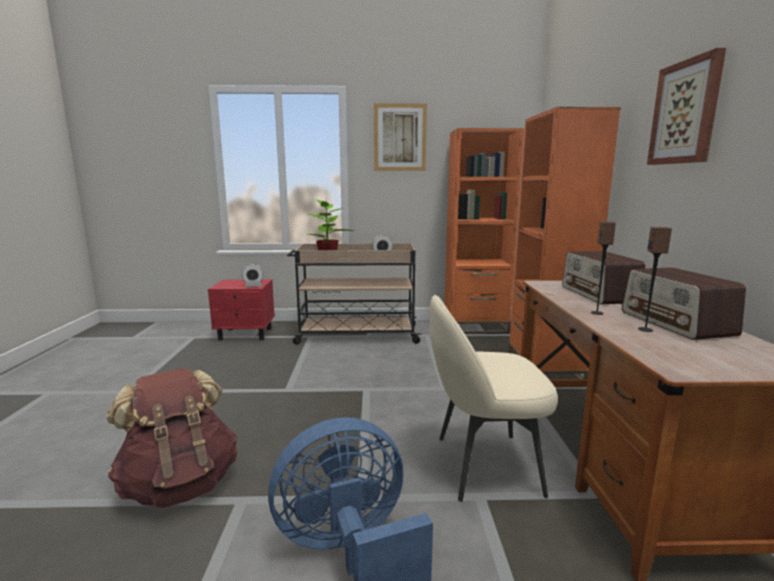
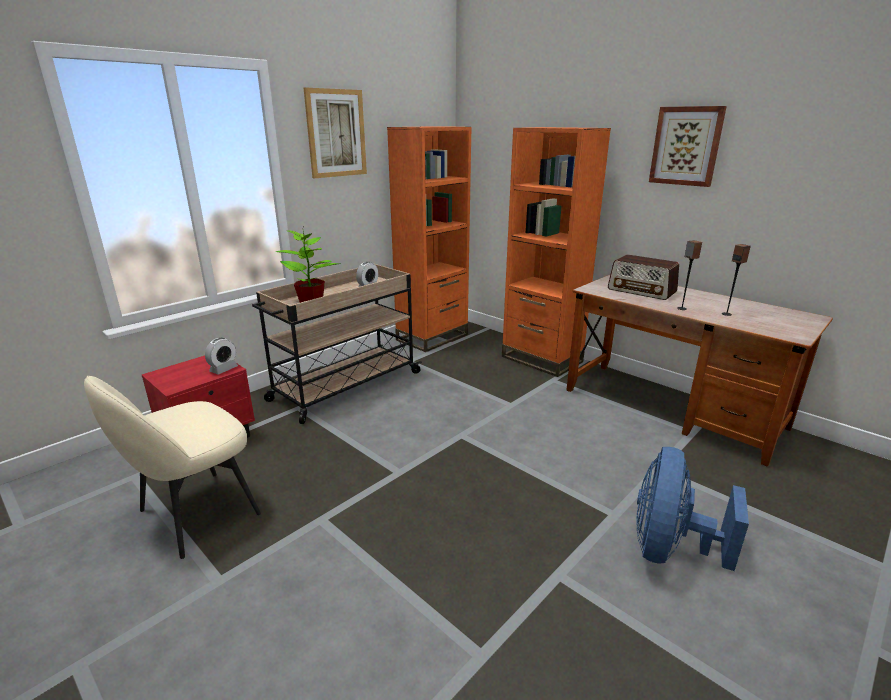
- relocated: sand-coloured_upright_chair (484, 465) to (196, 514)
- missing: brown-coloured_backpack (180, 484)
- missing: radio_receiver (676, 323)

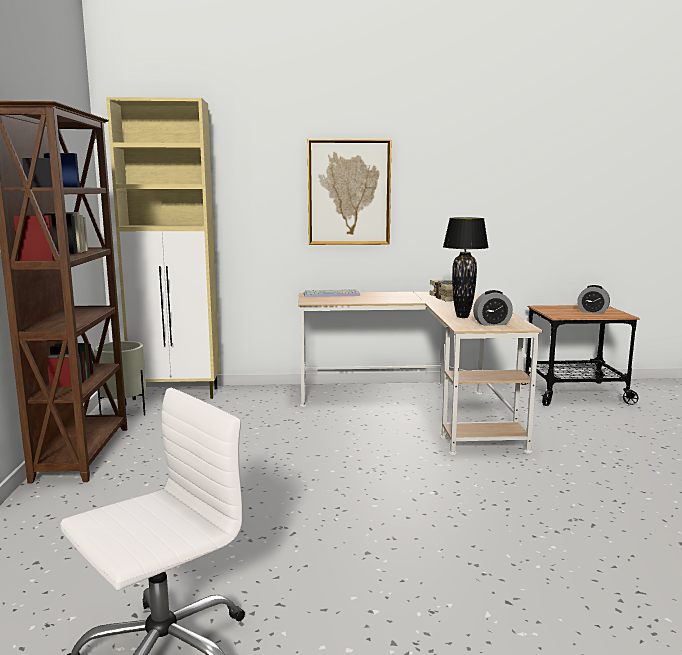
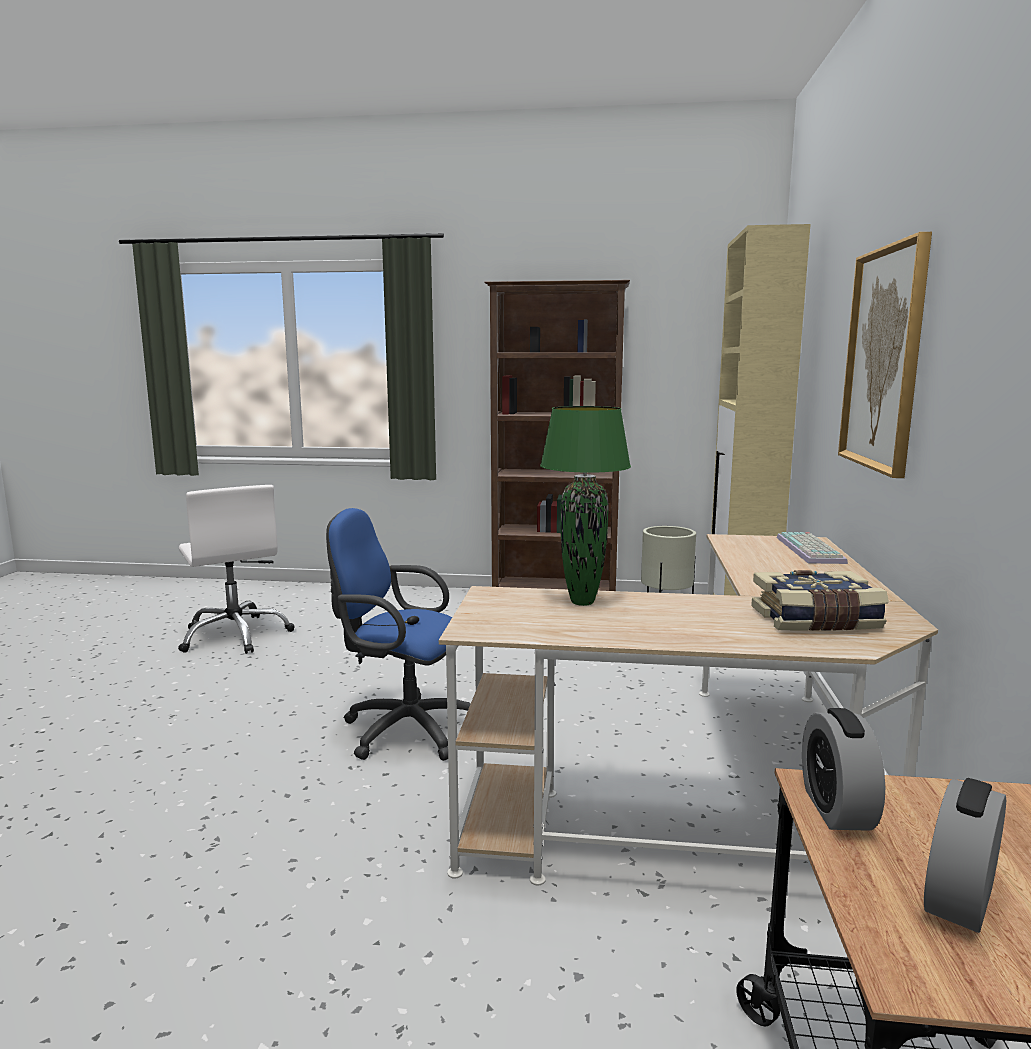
- appeared: bluish_office_chair (402, 729)
- colour: black_tabletop_lamp (462, 317) to green-coloured_tabletop_lamp (583, 602)
- relocated: table_clock (492, 324) to (836, 809)

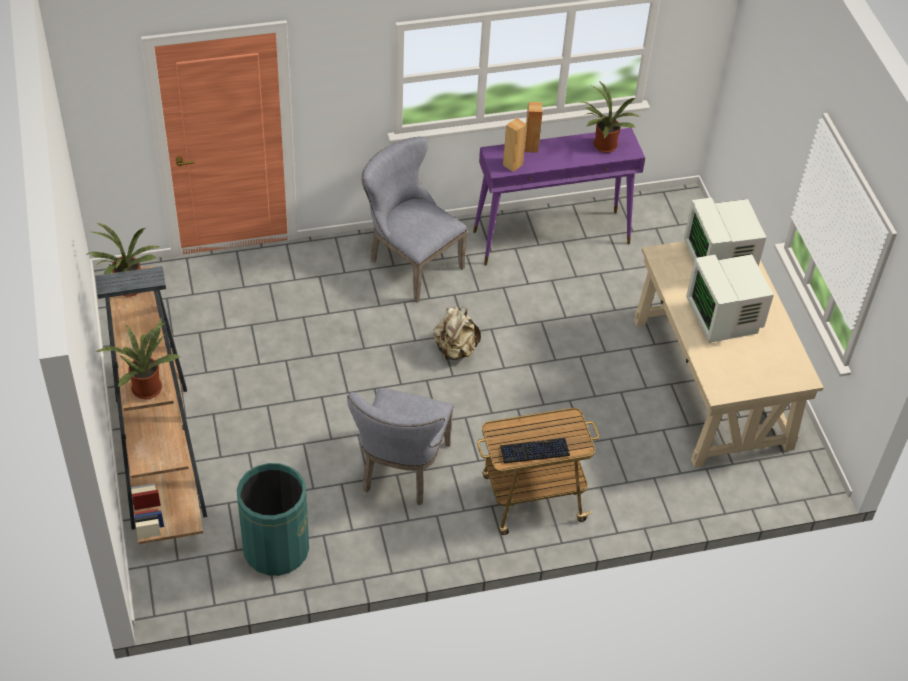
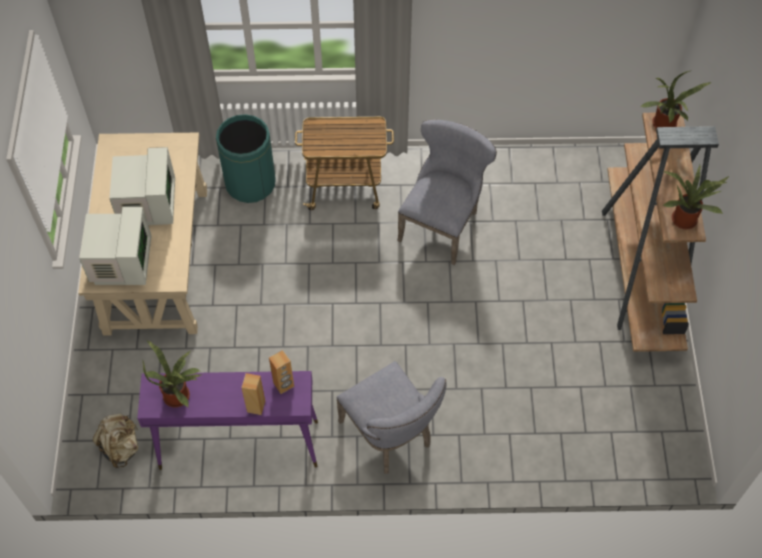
- relocated: sand-coloured_backpack (455, 350) to (121, 447)
- relocated: green-coloured_rubbish_bin (276, 549) to (250, 183)
- missing: keyboard (534, 451)

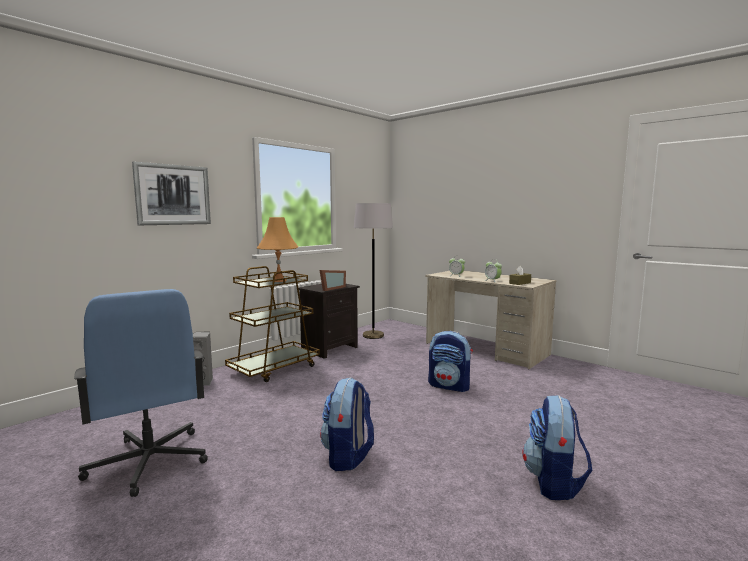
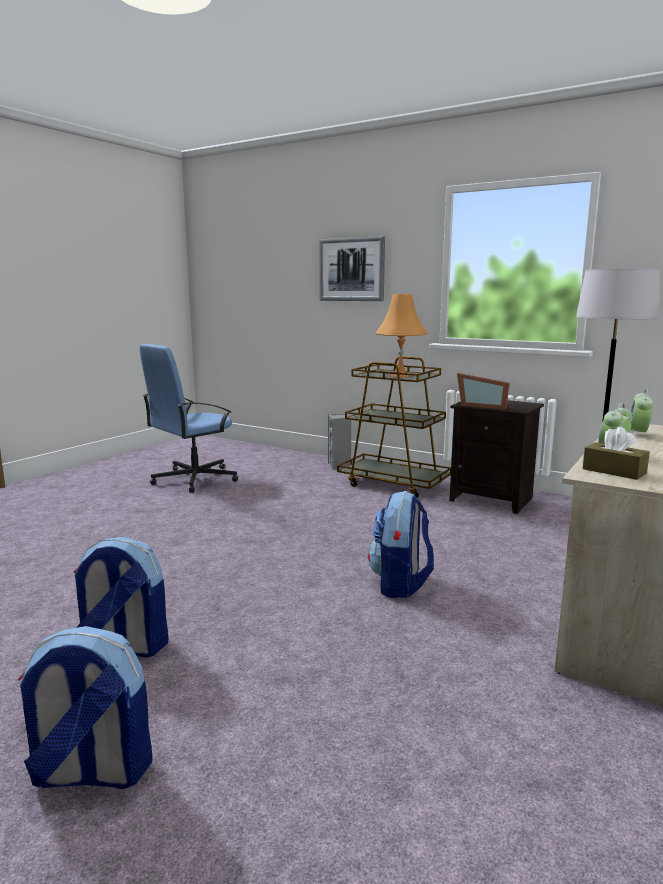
- relocated: backpack (348, 456) to (91, 772)

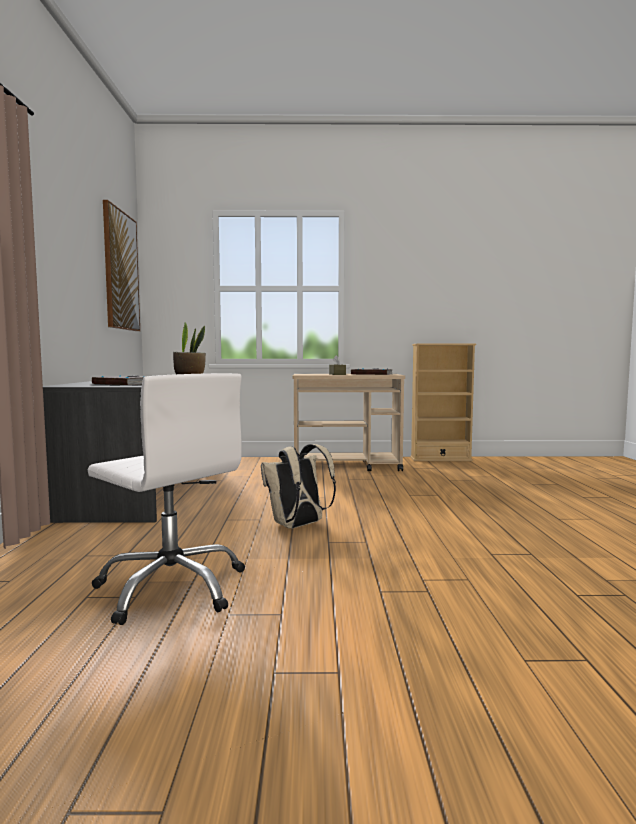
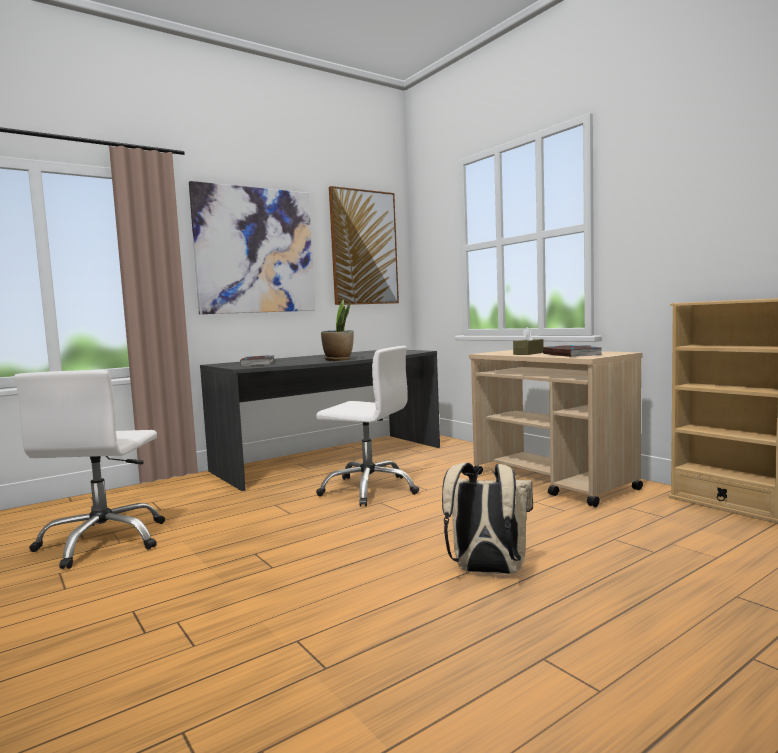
- appeared: wall_art (255, 251)
- appeared: white-coloured_office_chair (369, 489)
- relocated: sand-coloured_backpack (298, 526) to (487, 571)

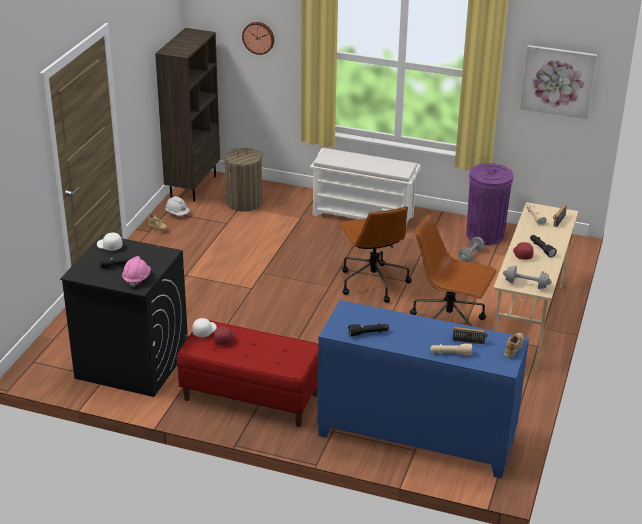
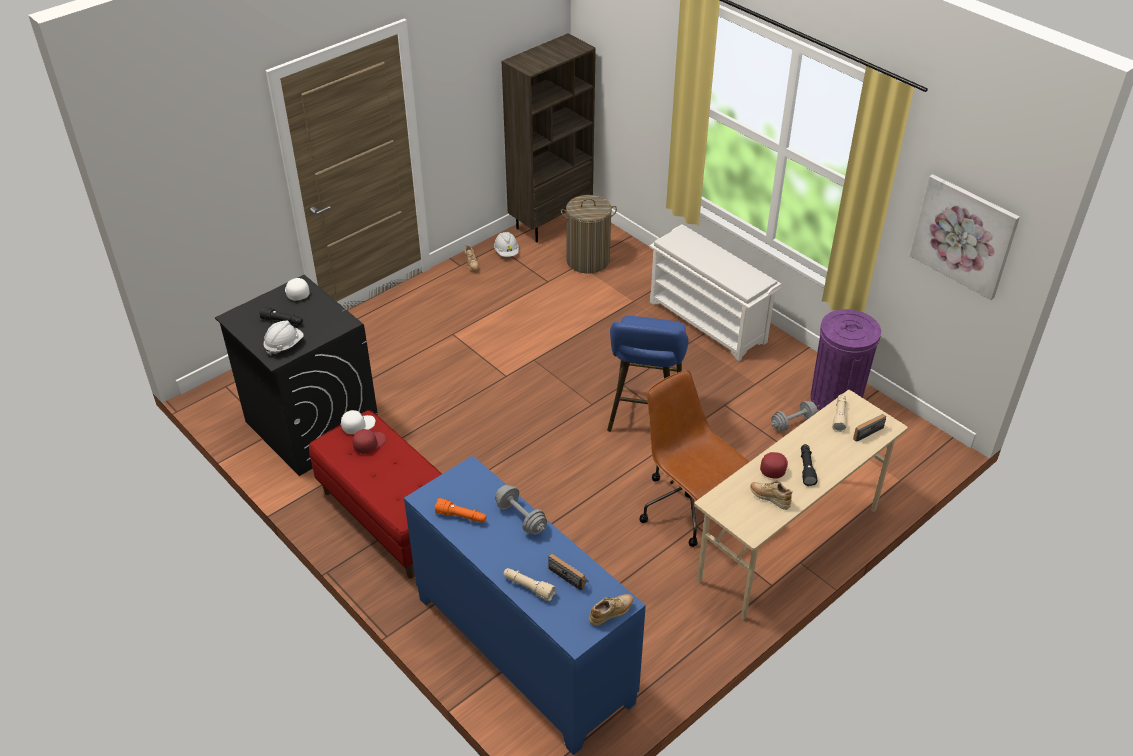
- colour: pink_hard_hat (136, 279) to white-coloured_hard_hat (284, 345)
- colour: black_flashlight (368, 333) to orange-coloured_flashlight (461, 516)
- relocated: gray_dumbbell (526, 284) to (521, 518)
- exchanged: brown-coloured_office_chair (372, 282) to bluish_stool_seat (644, 417)
- appeared: sand-coloured_shoe (769, 498)
- missing: wall_clock (258, 37)

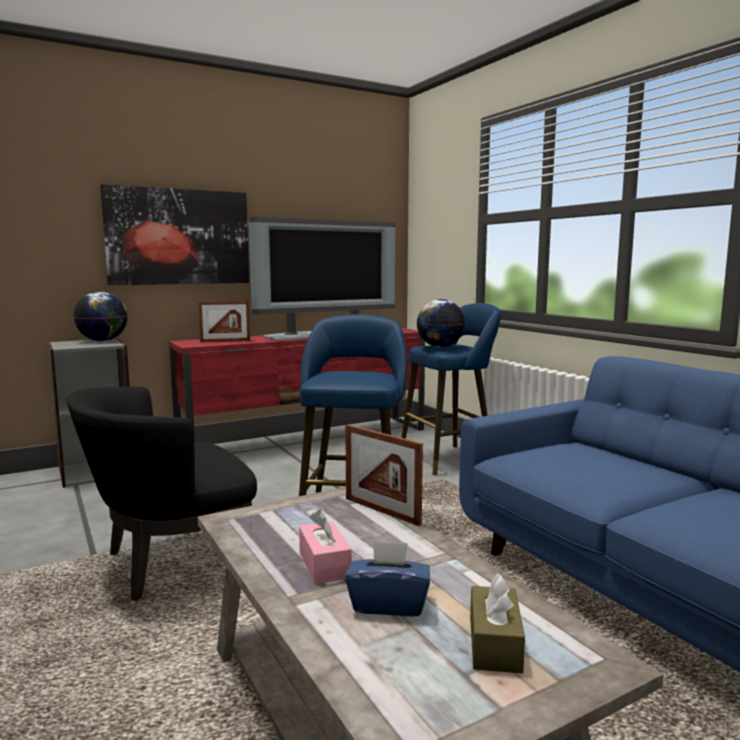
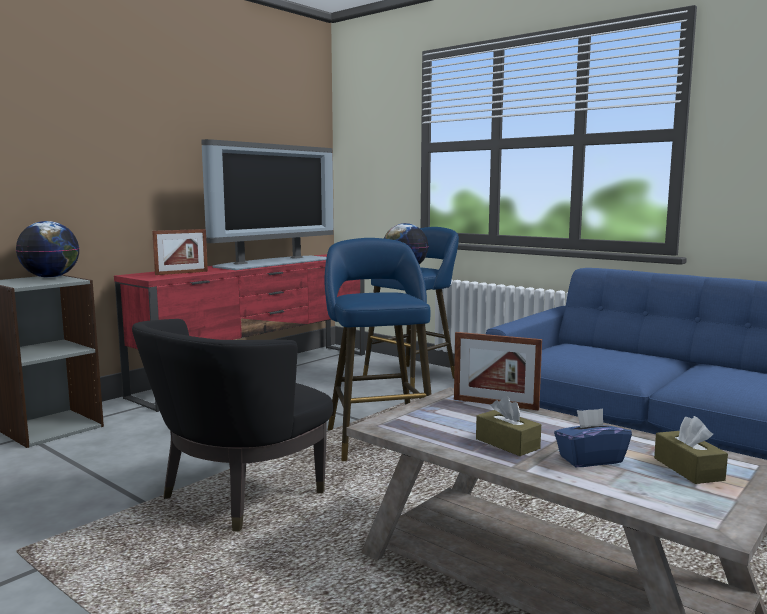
- colour: pink_tissue_holder (324, 564) to brown-coloured_tissue_holder (507, 443)
- missing: wall_art (178, 237)

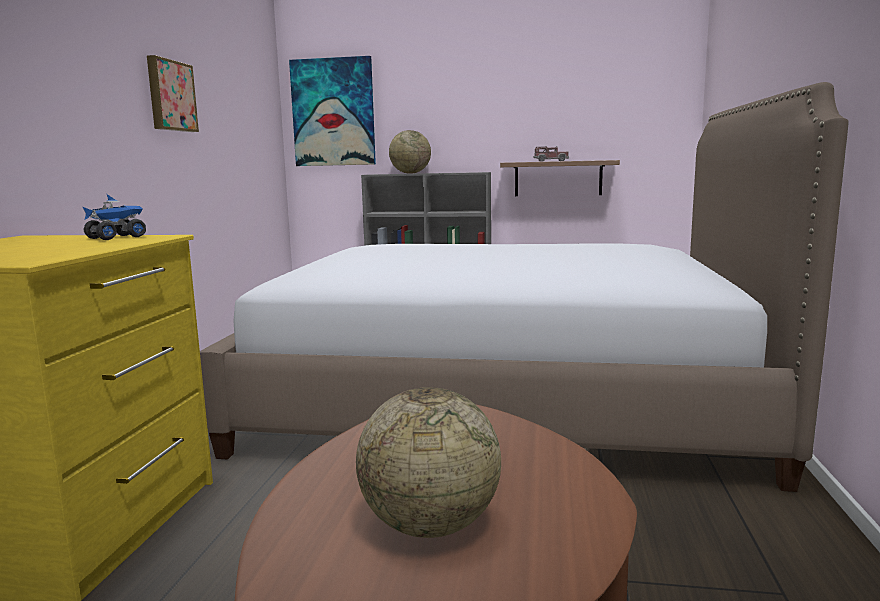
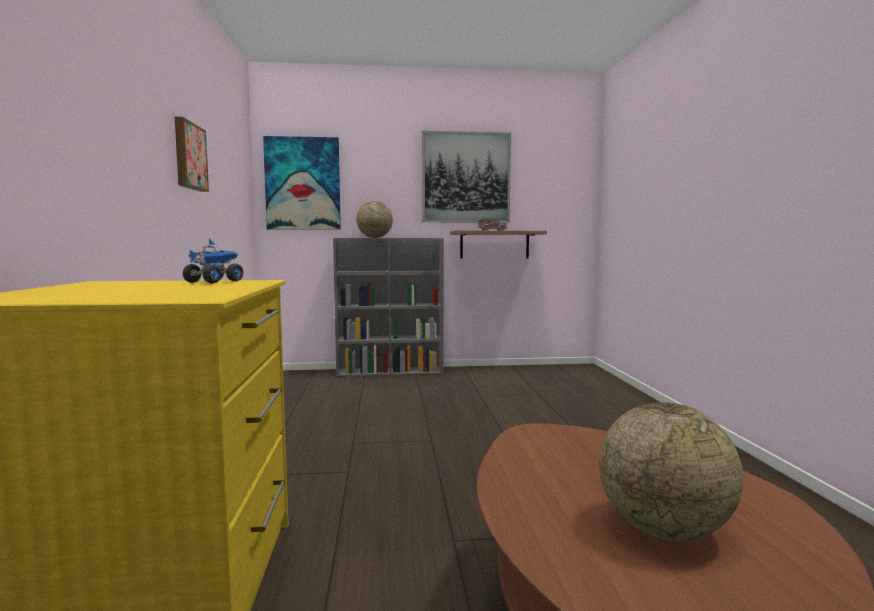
- appeared: wall_art (466, 177)
- missing: bedroom_bed (502, 401)

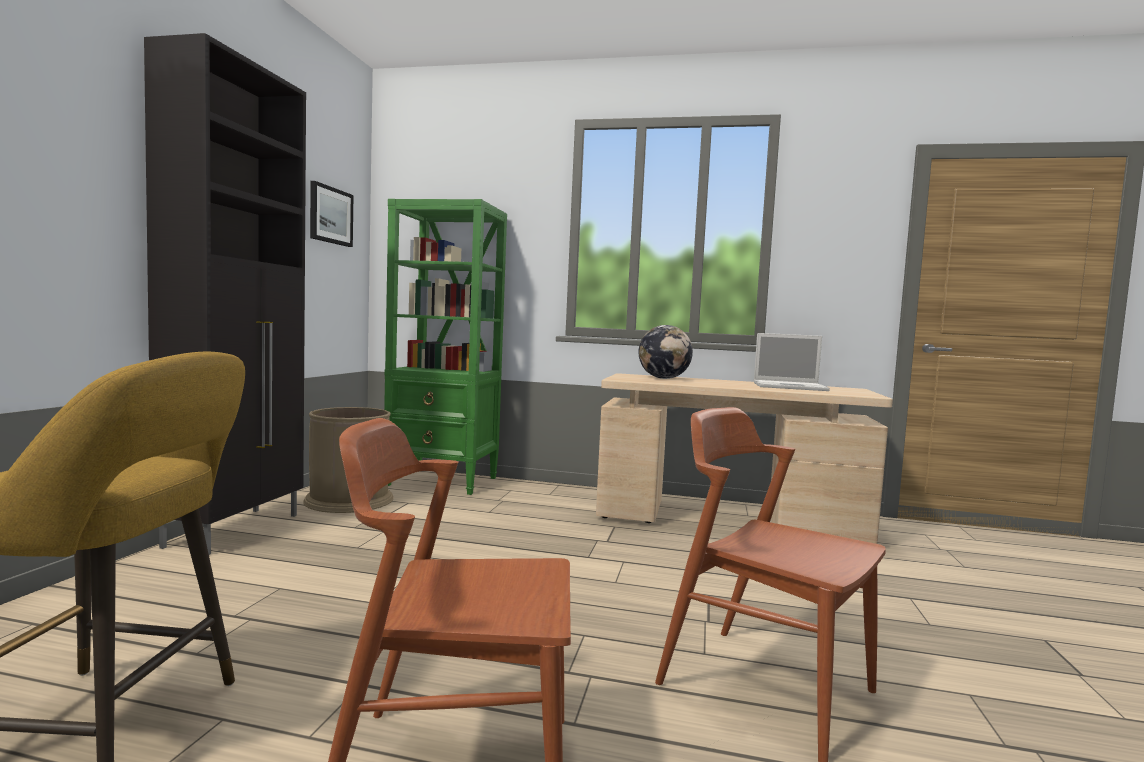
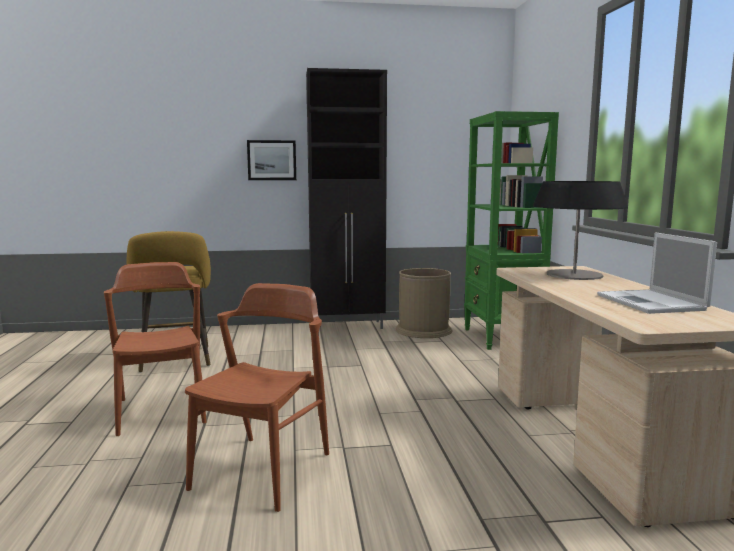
- relocated: wall_art (330, 215) to (272, 160)
- exchanged: world_globe (663, 378) to tabletop_lamp (574, 275)

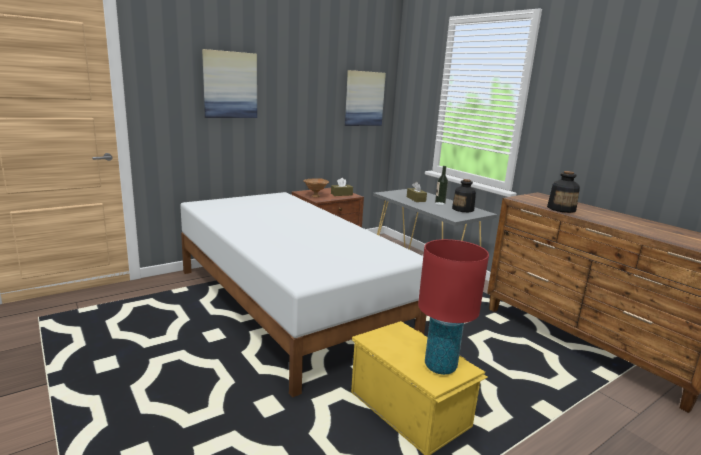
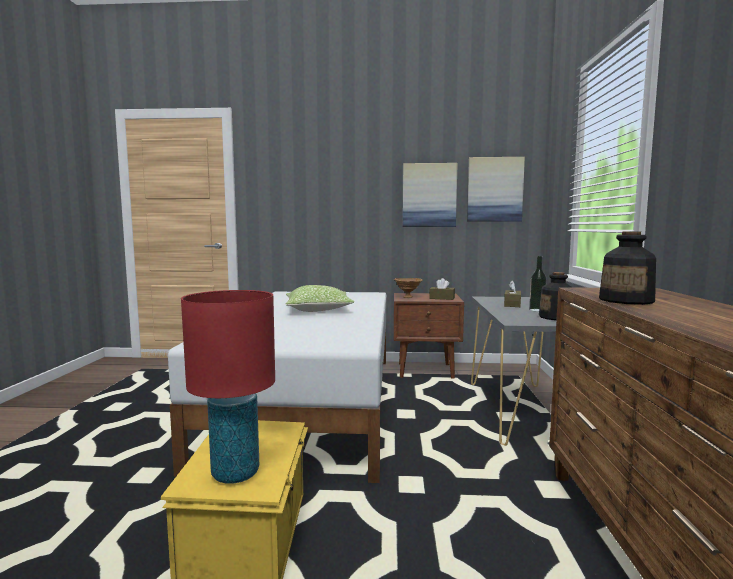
- appeared: cushion (318, 310)
- relocated: wall_art (230, 85) to (429, 195)

